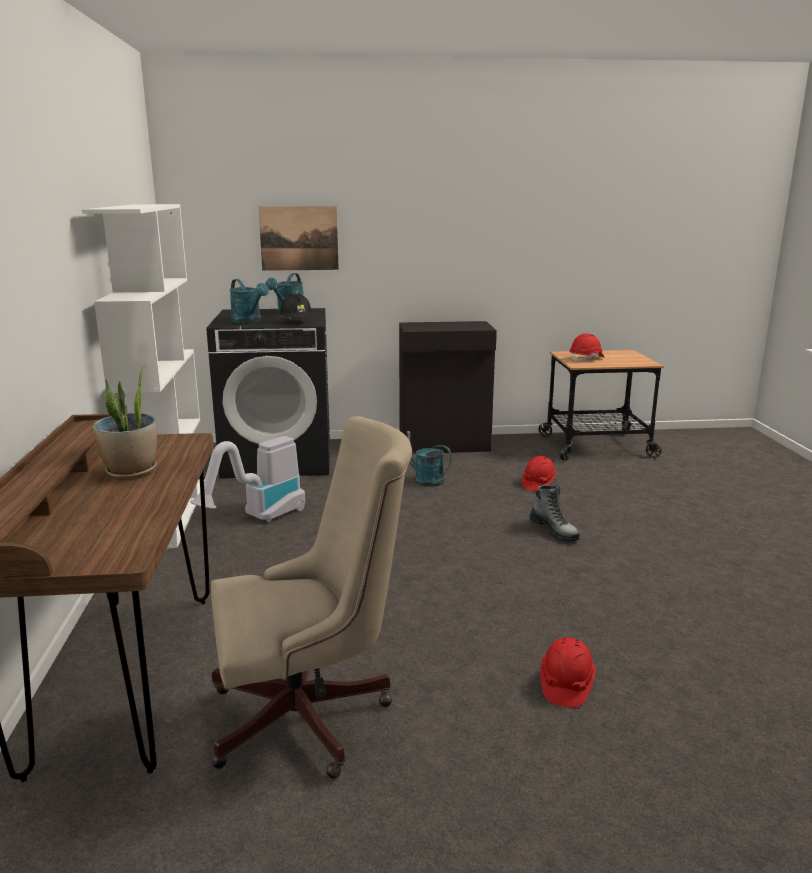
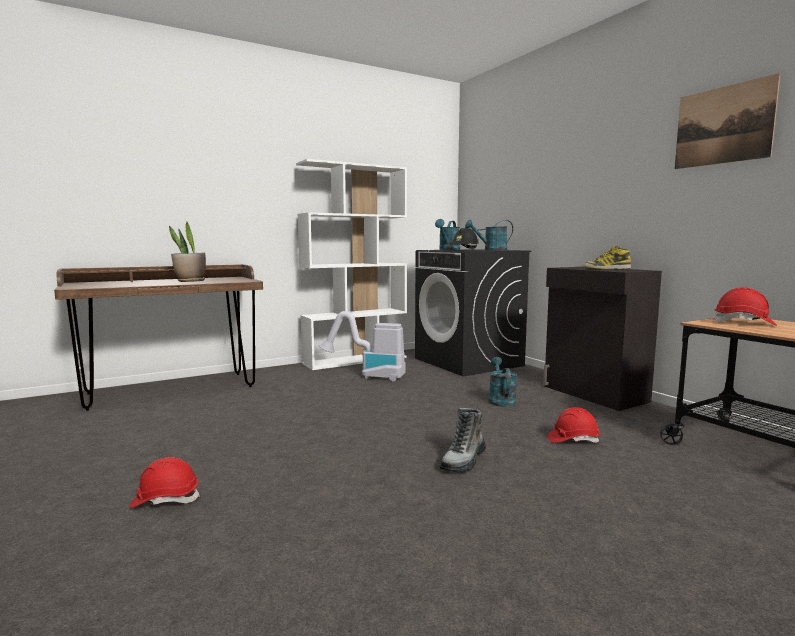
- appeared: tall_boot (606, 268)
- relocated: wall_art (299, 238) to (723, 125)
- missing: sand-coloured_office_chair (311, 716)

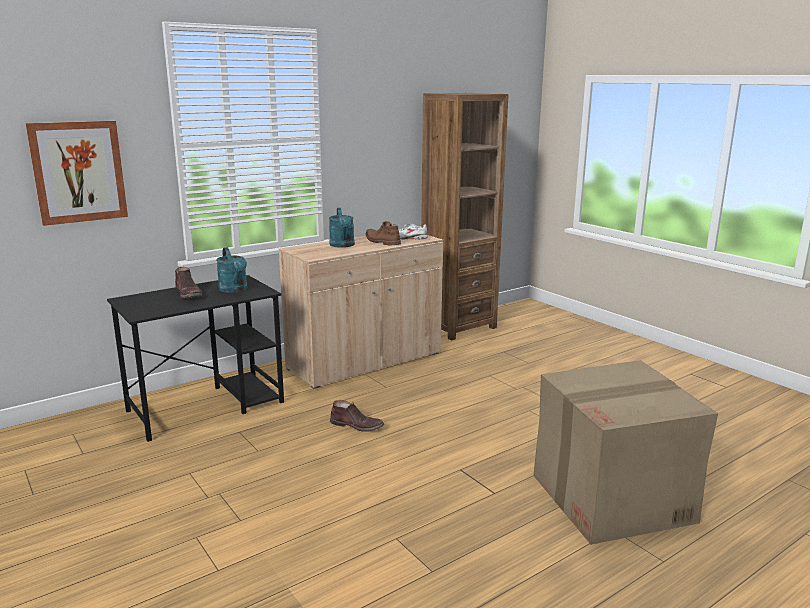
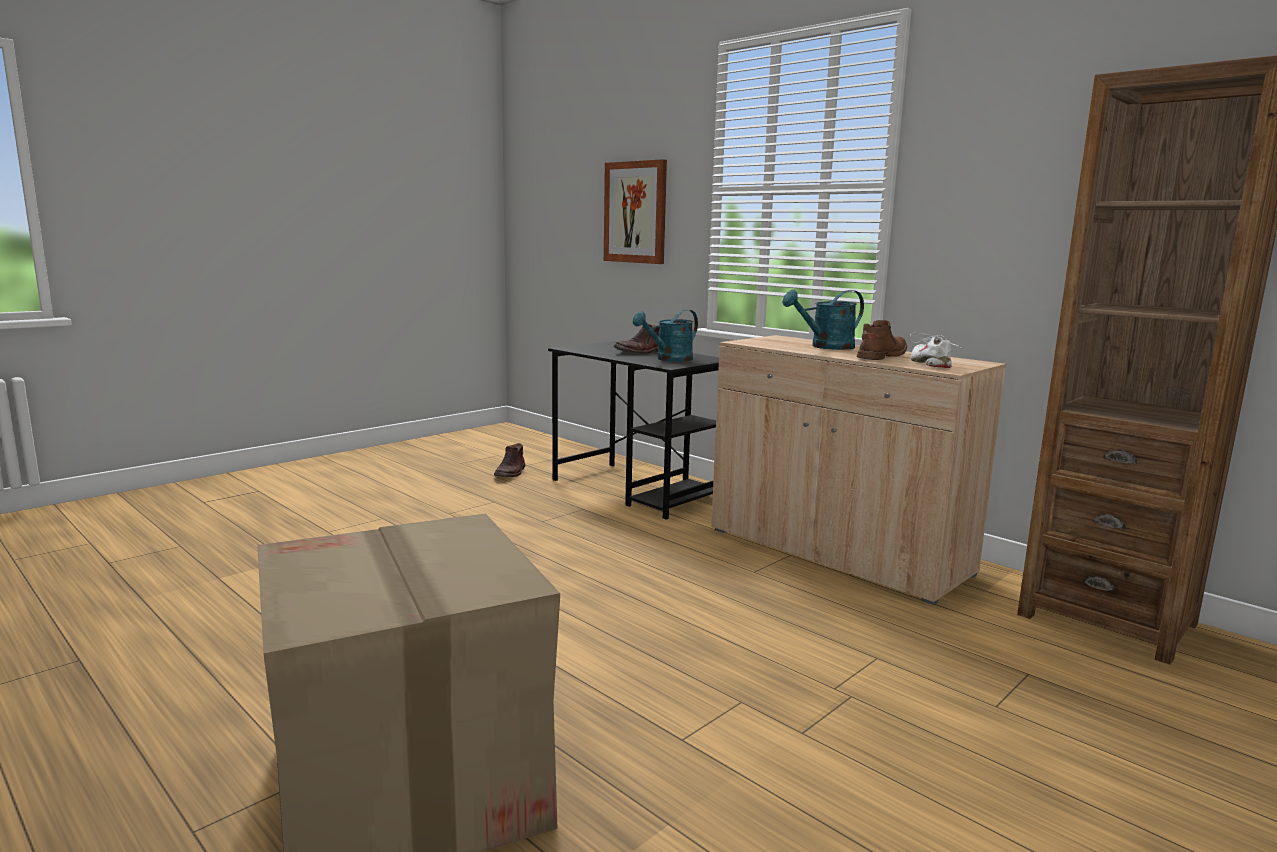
- relocated: brown-coloured_tall_boot (357, 425) to (511, 473)

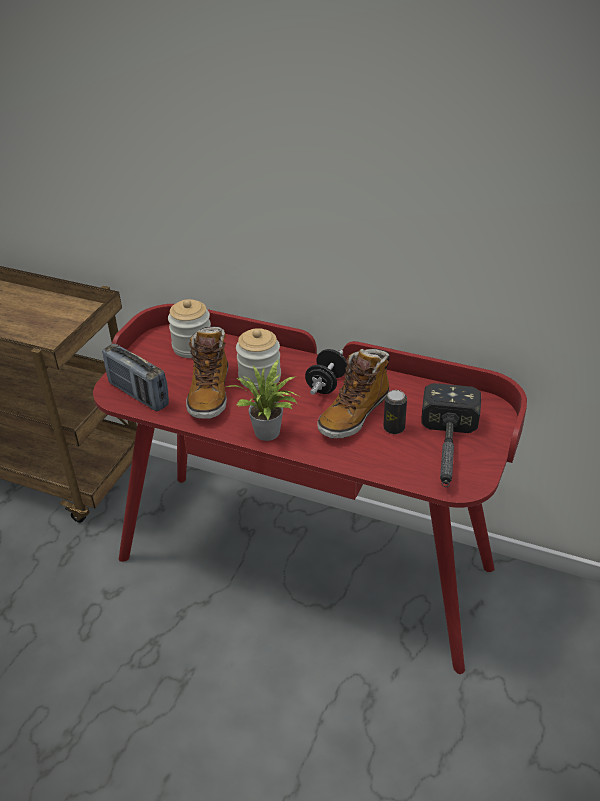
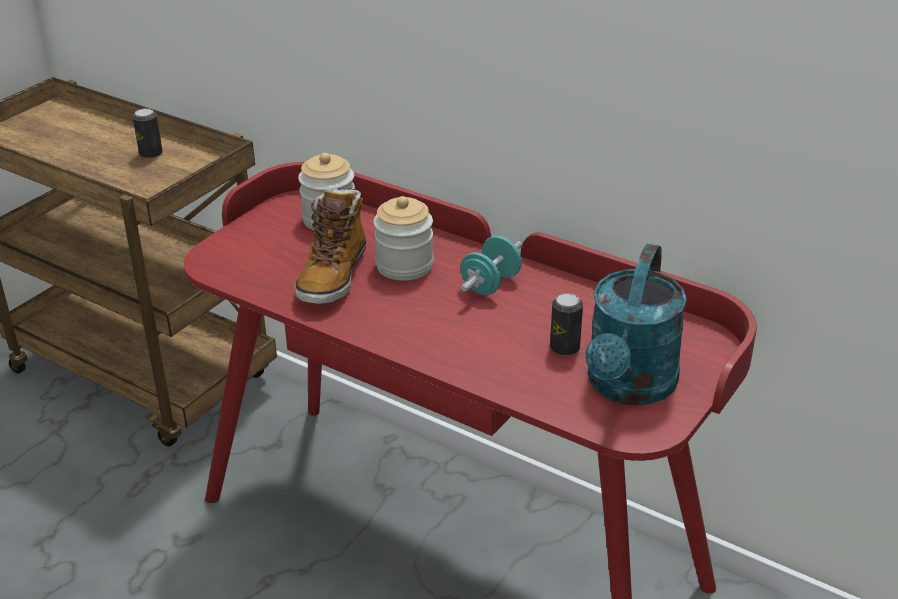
- appeared: can (151, 154)
- colour: black_dumbbell (326, 384) to turquoise_dumbbell (490, 284)
- exchanged: hand_hammer (447, 452) to turquoise_watering_can (628, 387)
- missing: radio_receiver (138, 395)
- missing: potted_plant (269, 434)
- missing: tall_boot (354, 414)

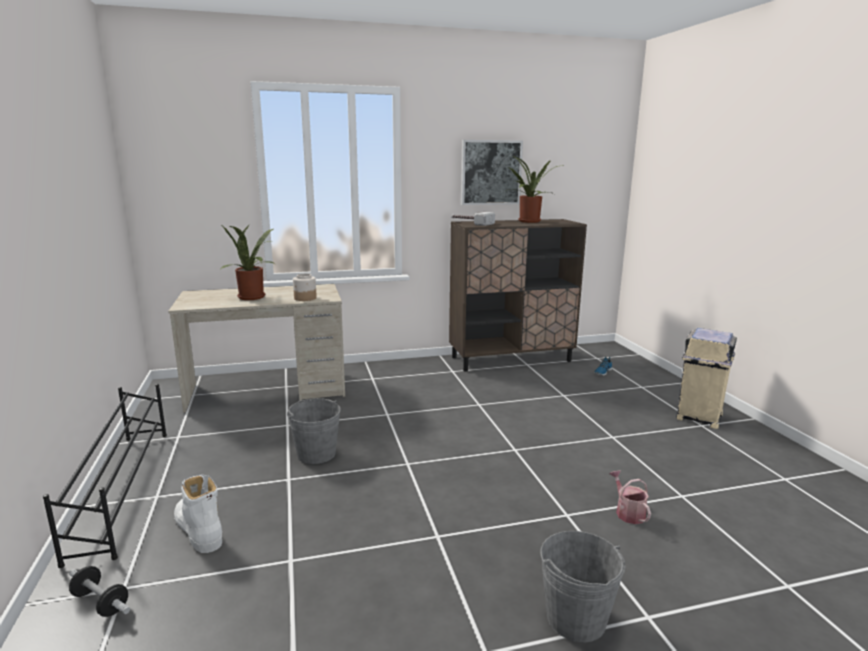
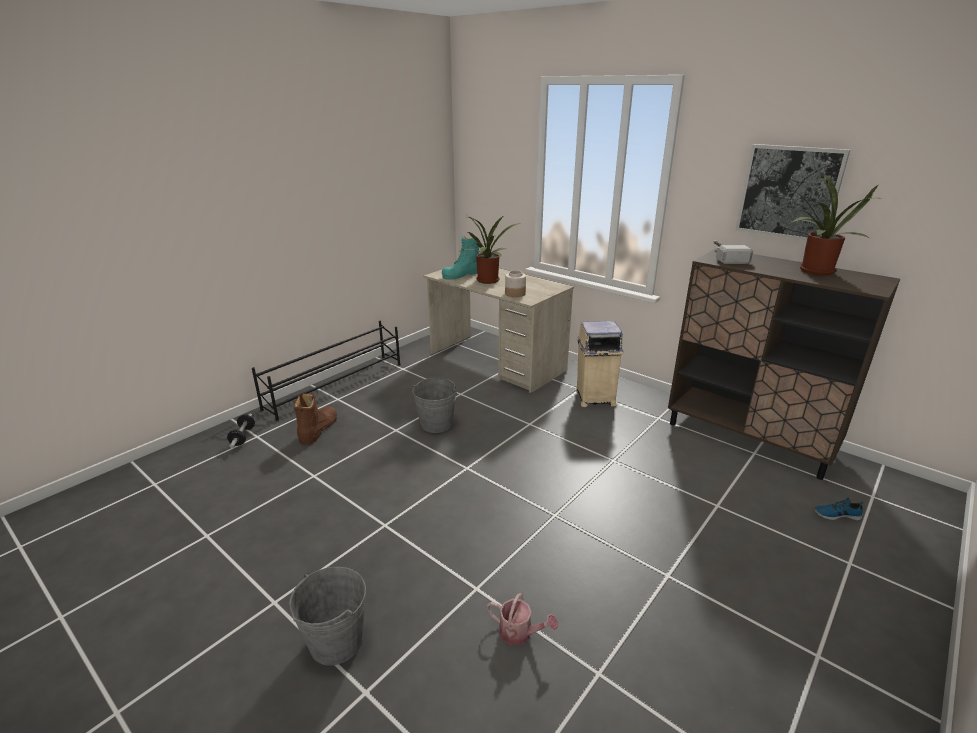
- colour: white-coloured_tall_boot (198, 530) to brown-coloured_tall_boot (318, 429)
- appeared: turquoise_tall_boot (462, 274)
- spun: watering_can (628, 512) = (520, 633) 75 degrees clockwise
- relocated: sand-coloured_rubbish_bin (698, 417) to (594, 398)

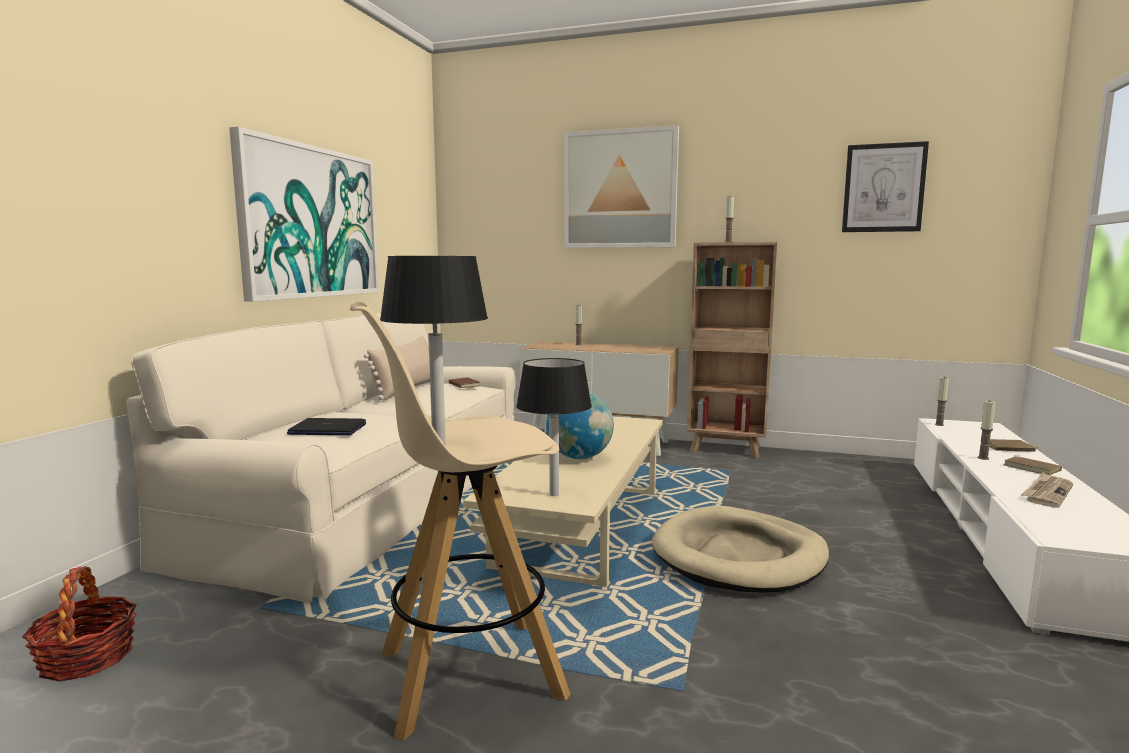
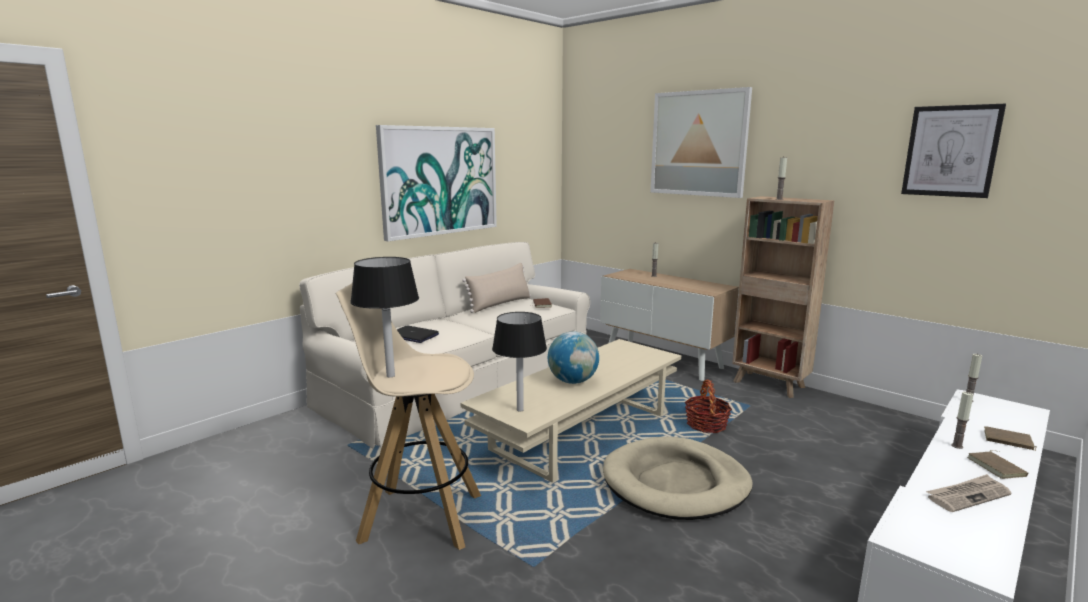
- relocated: storage_basket (87, 658) to (706, 424)

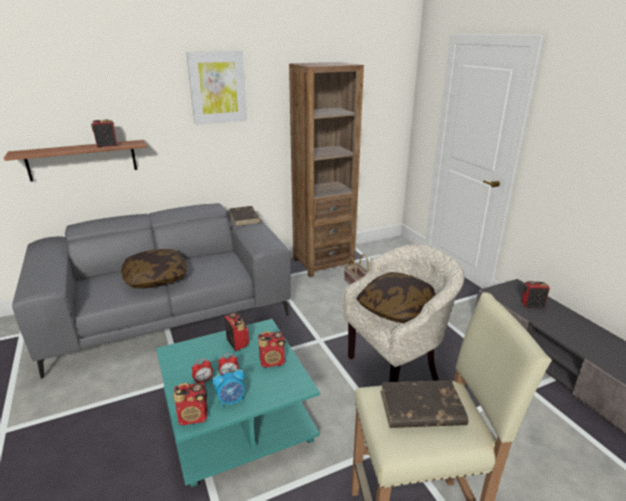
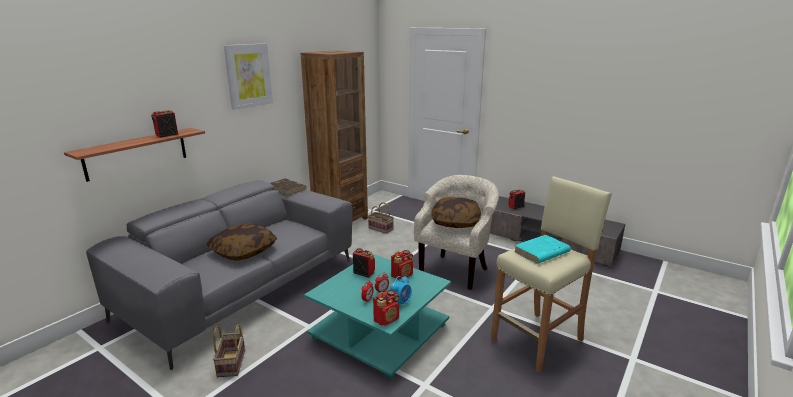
- appeared: storage_basket (232, 364)
- colour: brown-coloured_bound_book (420, 408) to turquoise_bound_book (541, 252)

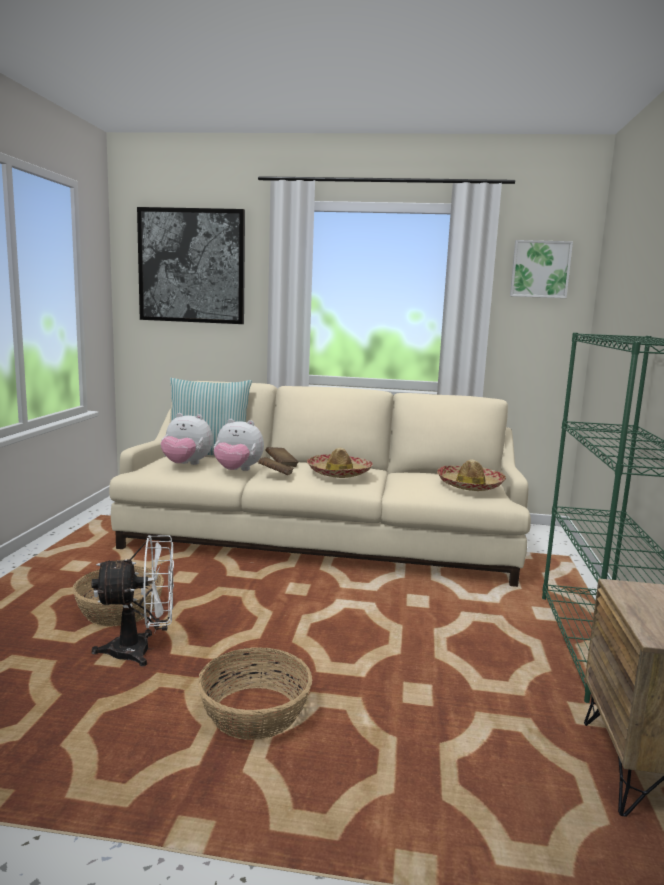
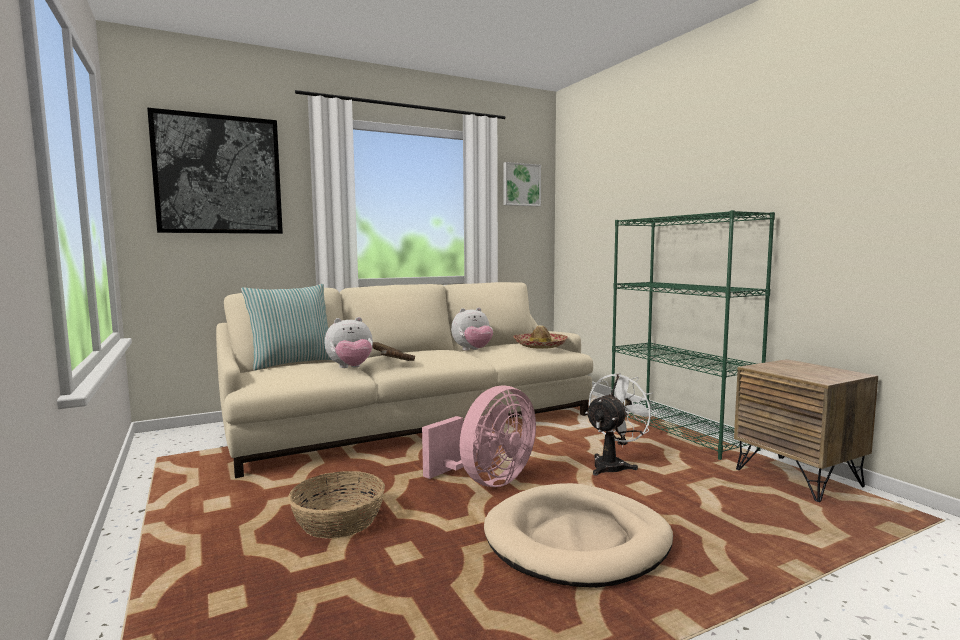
- appeared: pink_electric_fan (487, 481)
- relocated: plush_toy (186, 465) to (473, 350)
- exchanged: storage_basket (255, 713) to sand-coloured_dog_bed (577, 540)
- relocated: white-coloured_electric_fan (141, 651) to (613, 465)
- missing: clothing_hat (339, 473)

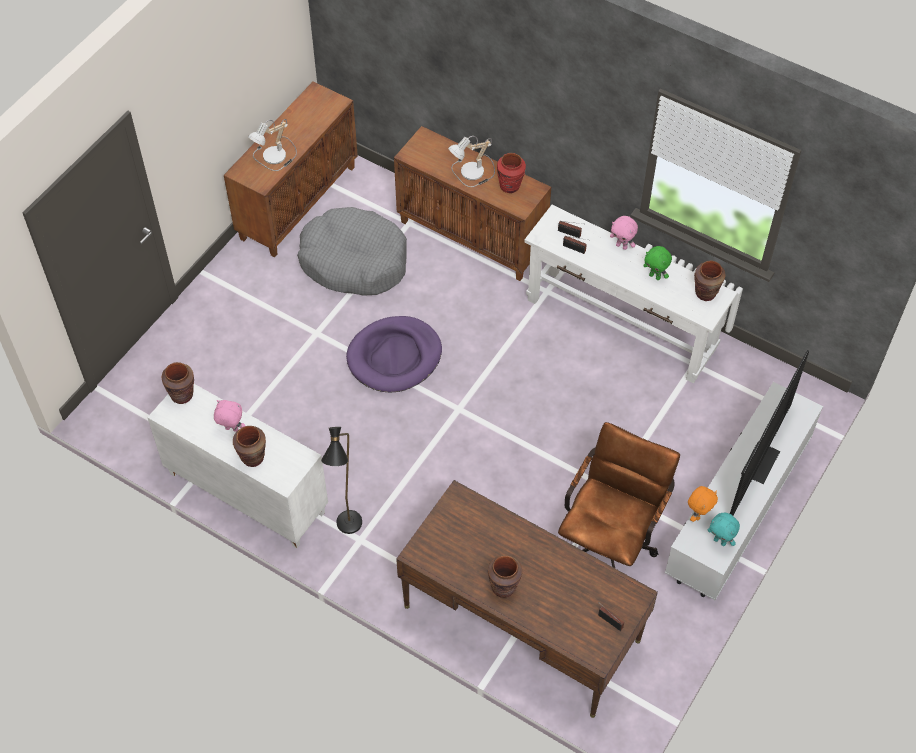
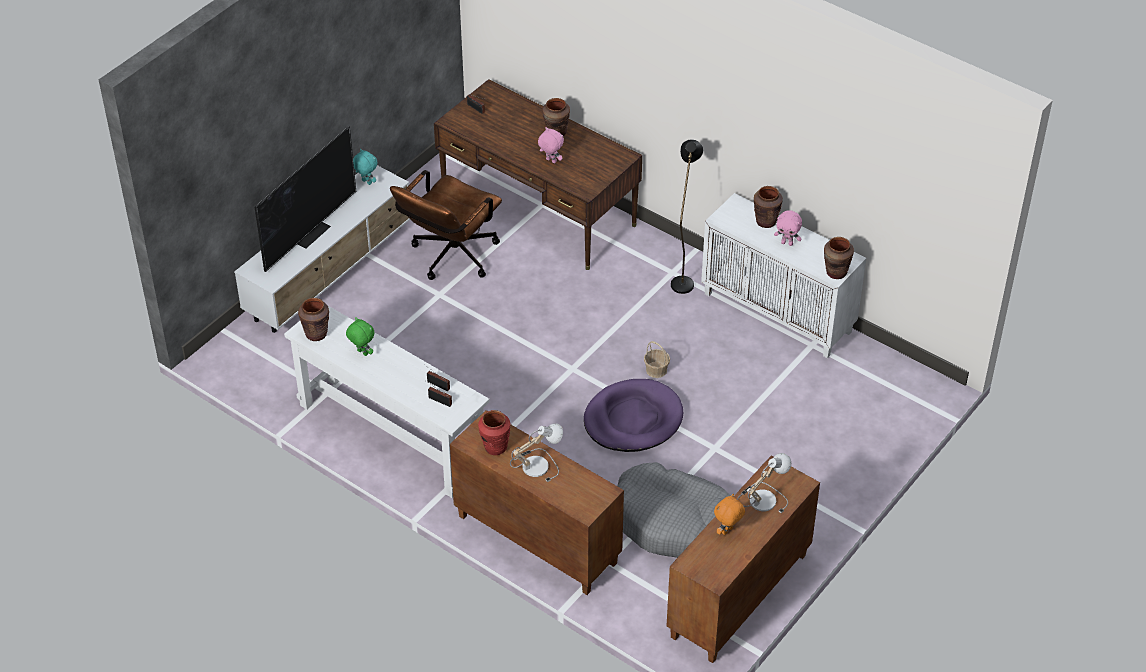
- relocated: pink_plush_toy (622, 246) to (550, 161)
- appeared: storage_basket (656, 370)
- relocated: orange-coloured_plush_toy (698, 514) to (727, 531)

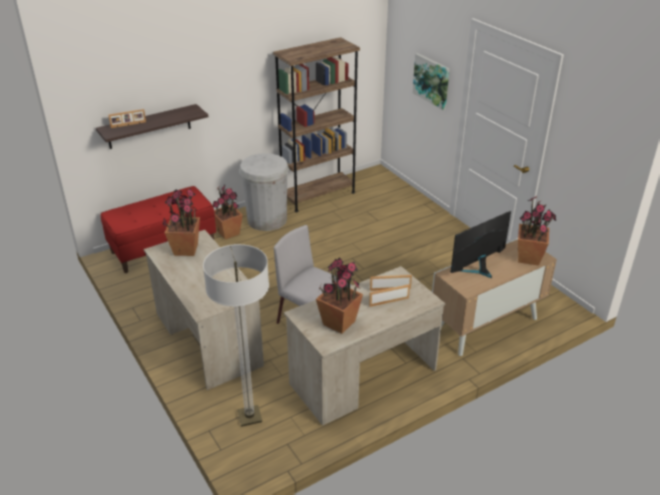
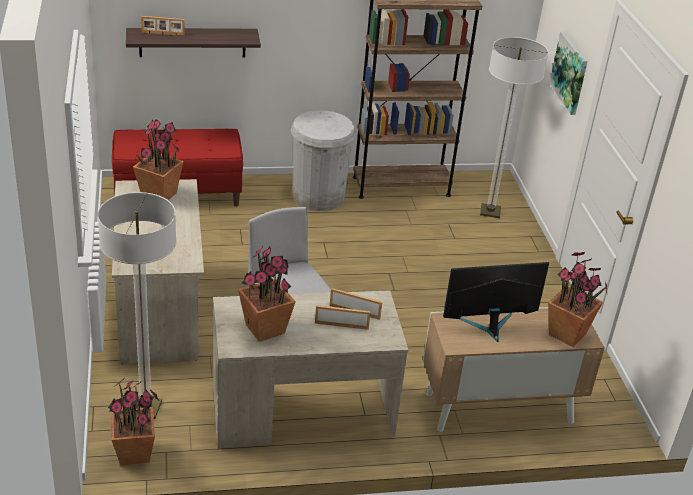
- relocated: potted_plant (228, 233) to (135, 453)
- appeared: standard_lamp (490, 212)

